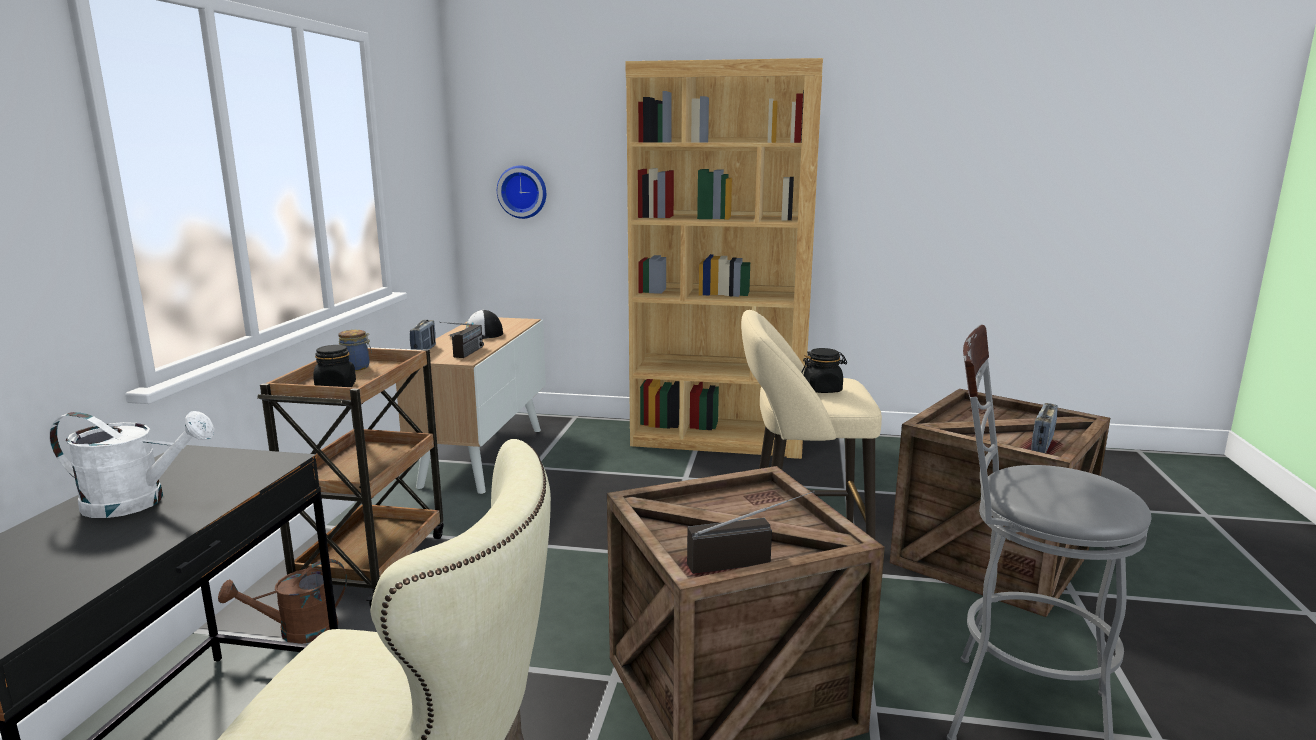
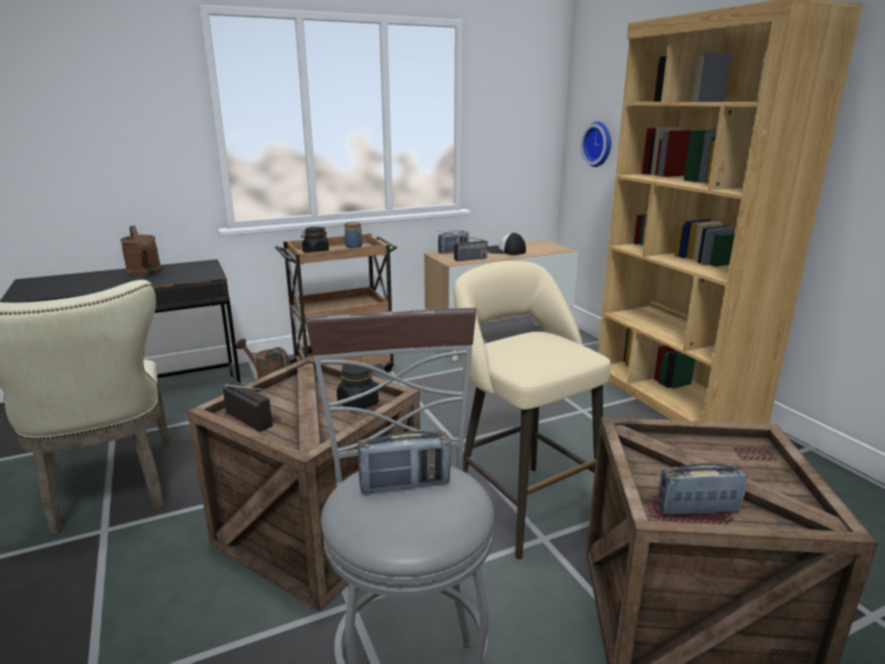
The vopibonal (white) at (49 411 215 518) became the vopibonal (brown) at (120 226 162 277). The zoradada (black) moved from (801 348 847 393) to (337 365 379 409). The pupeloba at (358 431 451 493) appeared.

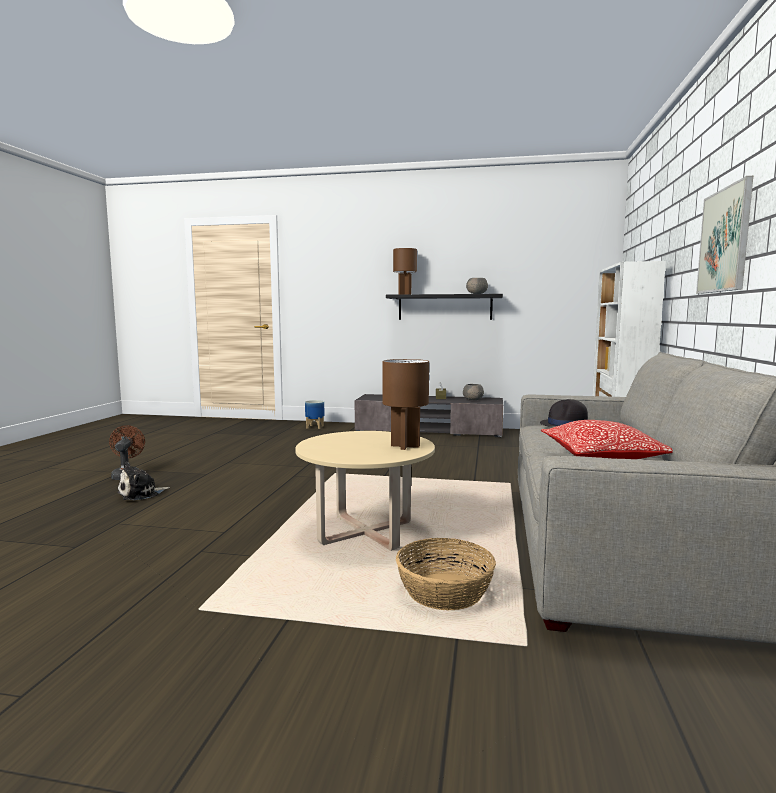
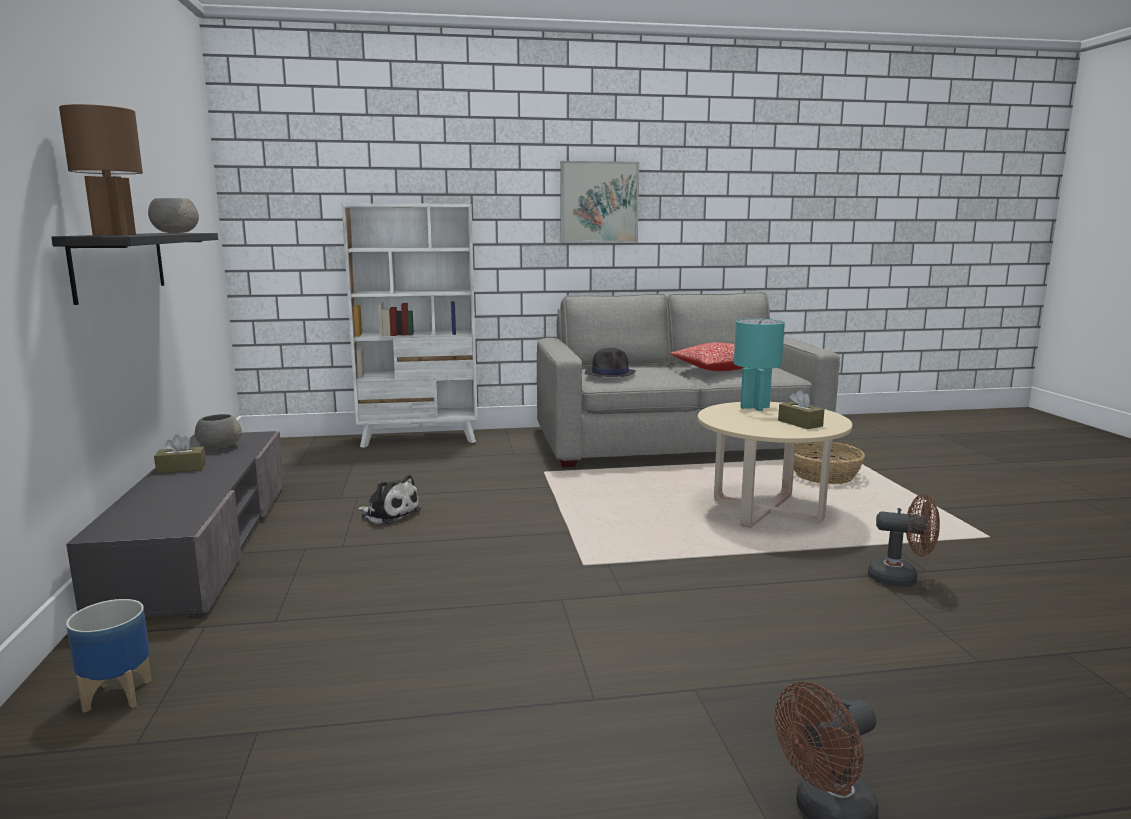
The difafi moved from (117 462 170 500) to (358 475 421 524). The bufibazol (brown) at (382 359 429 450) became the bufibazol (turquoise) at (734 319 785 411). The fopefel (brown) at (778 390 824 429) appeared. The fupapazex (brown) at (868 494 940 587) appeared.

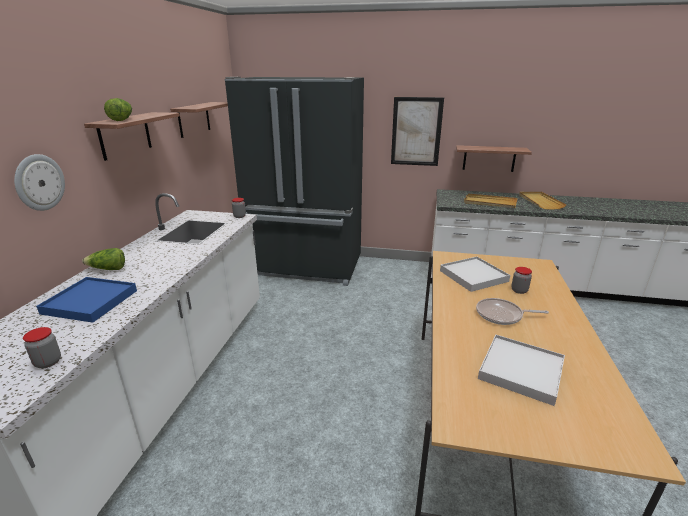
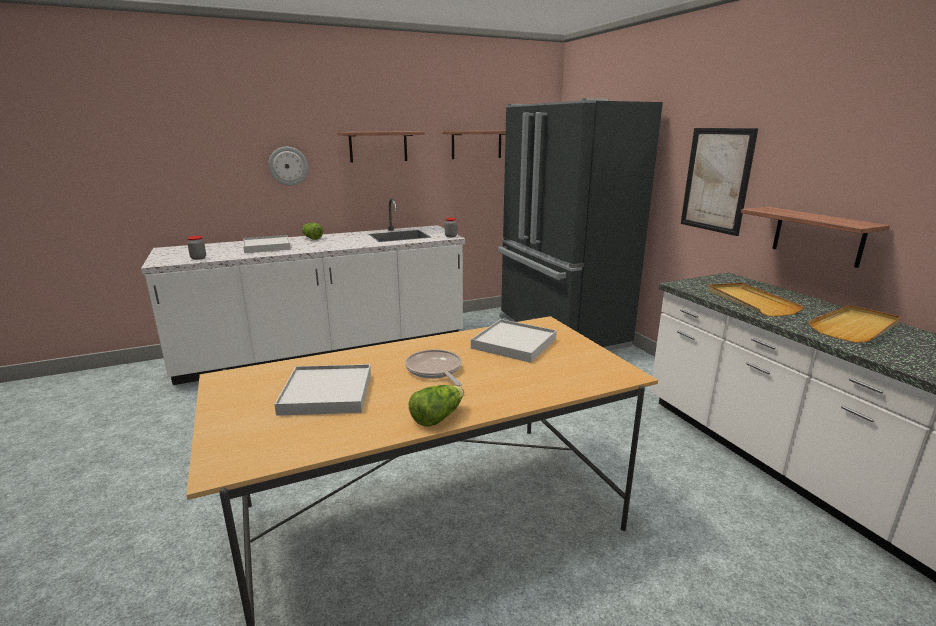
The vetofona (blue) at (36 277 137 323) became the vetofona (white) at (243 235 291 253). The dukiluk moved from (104 98 132 121) to (409 385 464 427). The zoradada at (511 267 532 294) disappeared.

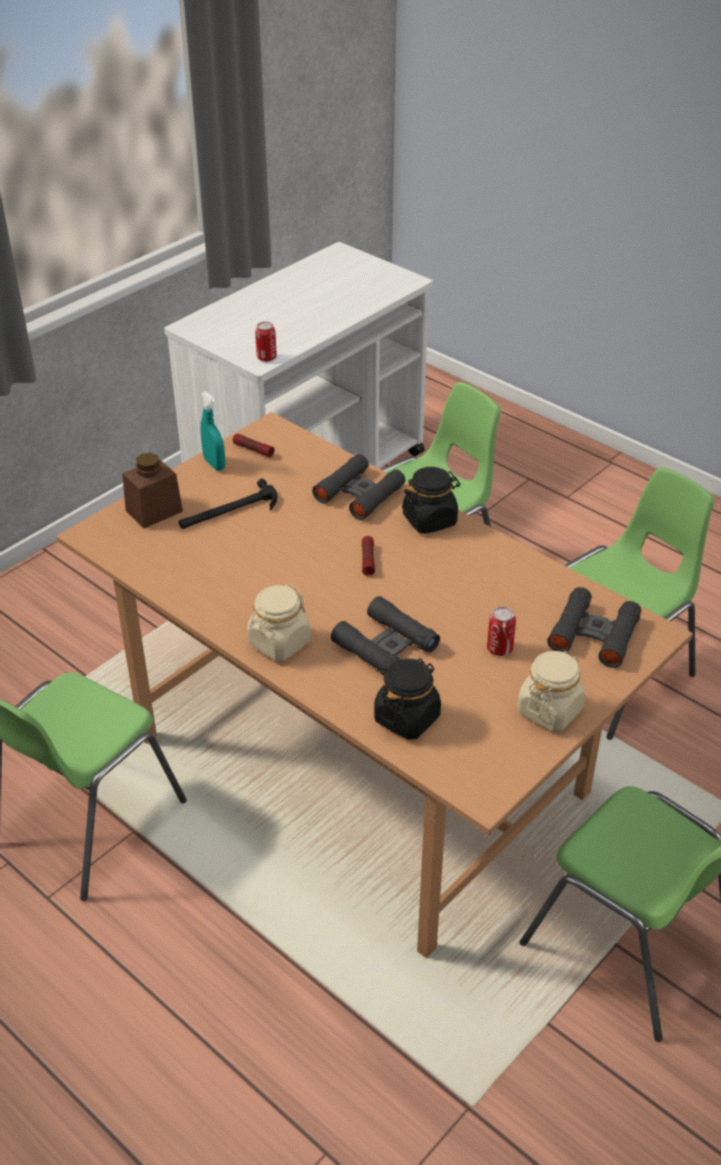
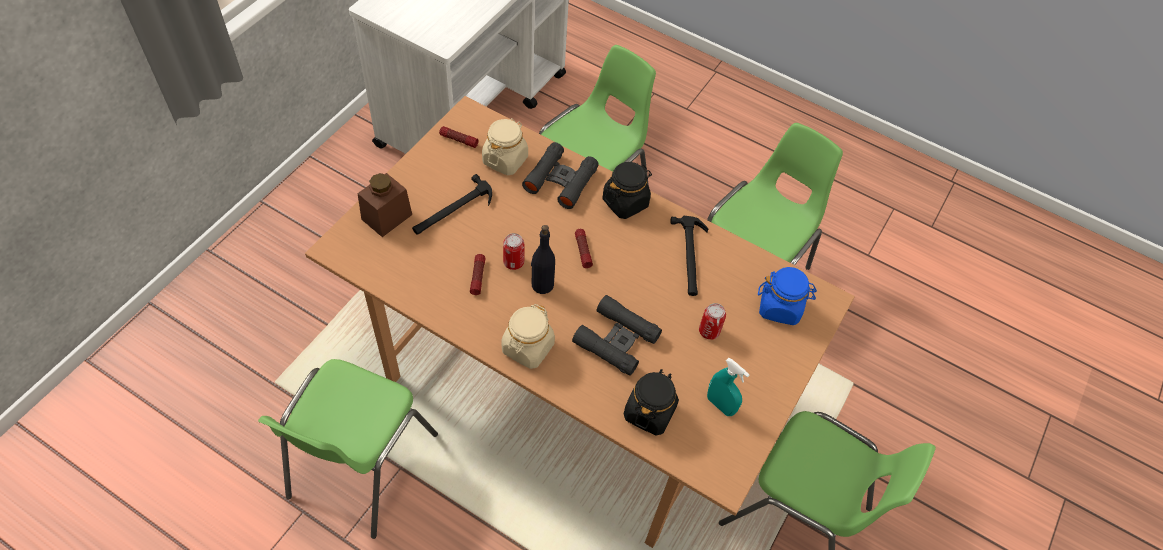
The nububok at (470 254 486 295) appeared. The zoradada (beige) moved from (517 651 585 731) to (482 118 528 175). The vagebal moved from (255 322 277 362) to (503 233 524 270). The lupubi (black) at (531 225 555 294) appeared. The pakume at (671 216 708 296) appeared. The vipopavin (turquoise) moved from (201 391 225 471) to (707 358 750 416). The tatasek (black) at (547 587 641 668) was replaced by the zoradada (blue) at (758 267 817 325).

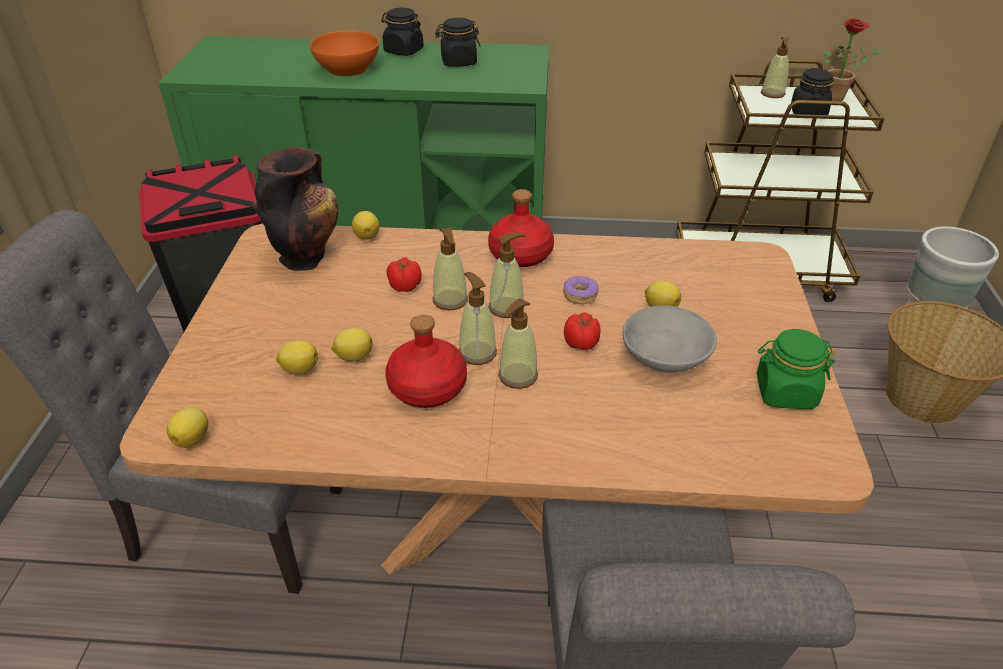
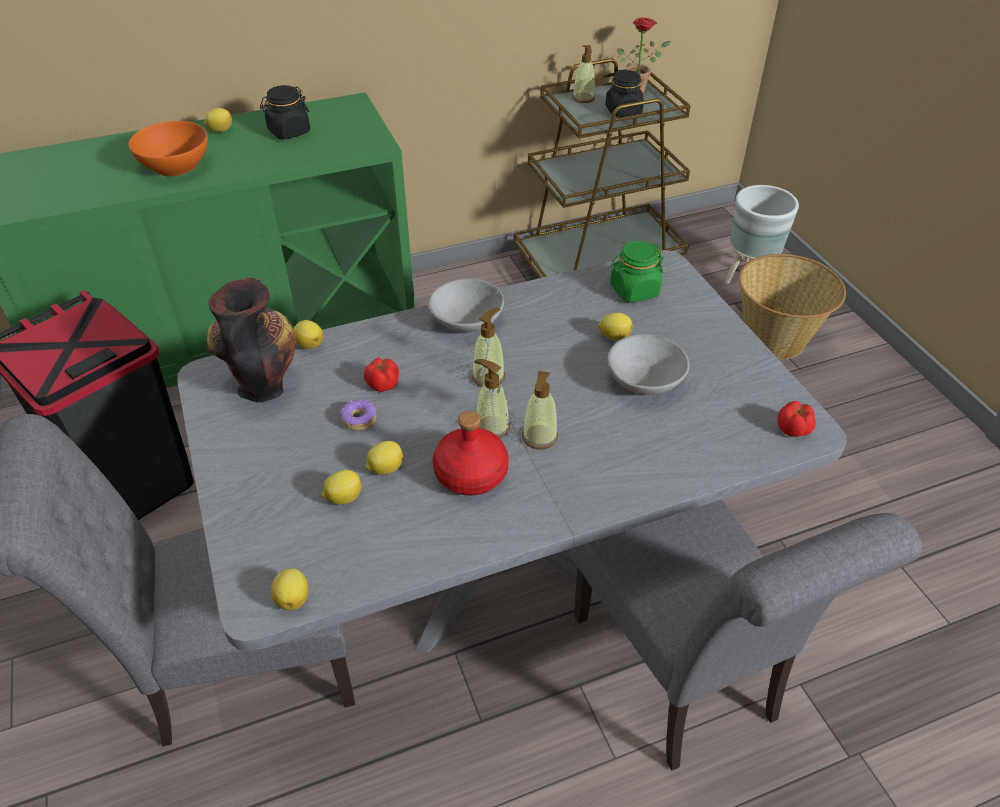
The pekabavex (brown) at (119 224 874 575) became the pekabavex (grey) at (177 250 847 653). The zoradada (black) at (381 8 424 56) was replaced by the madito at (204 108 232 132). The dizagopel moved from (563 276 599 304) to (340 399 376 431). The lupubi (red) at (488 189 554 267) was replaced by the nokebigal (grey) at (428 278 504 332). The zoradada (green) moved from (757 329 835 409) to (610 241 664 303). The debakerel moved from (564 312 600 350) to (777 401 816 437). The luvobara at (433 228 468 311) disappeared.

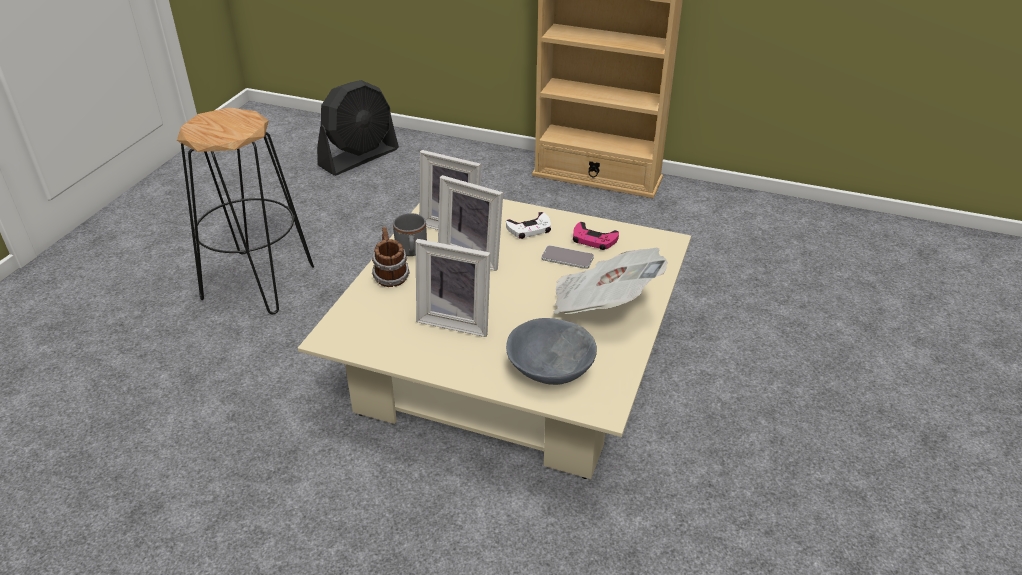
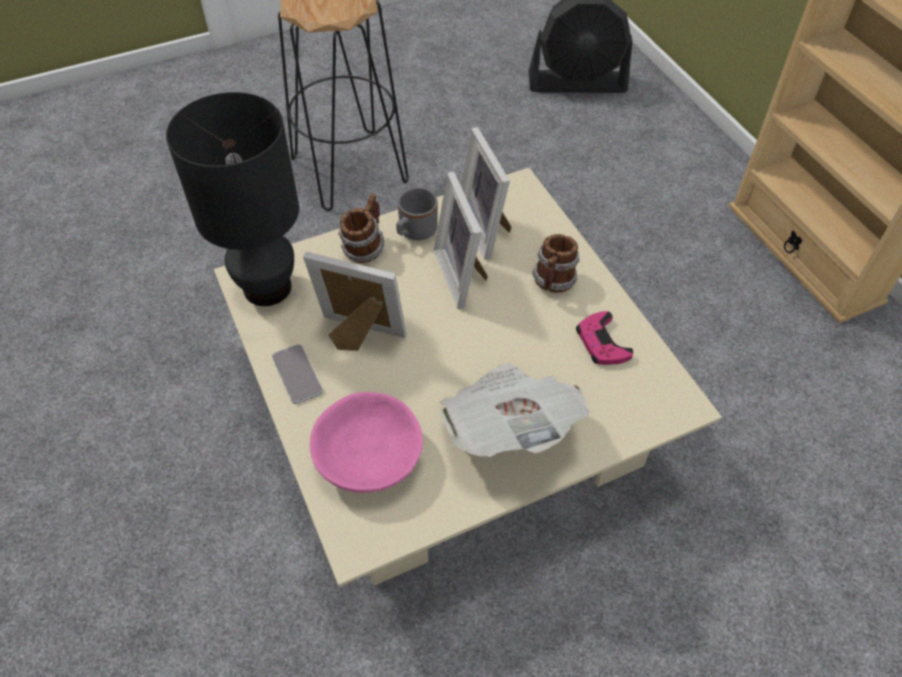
The bufibazol (black) at (166 92 299 306) appeared. The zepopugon moved from (541 245 594 269) to (272 344 323 404). The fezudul at (415 239 491 337) turned 135 degrees clockwise. The nokebigal (grey) at (506 318 597 385) became the nokebigal (pink) at (310 392 423 493). The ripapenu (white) at (506 212 551 239) was replaced by the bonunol at (532 234 580 293).

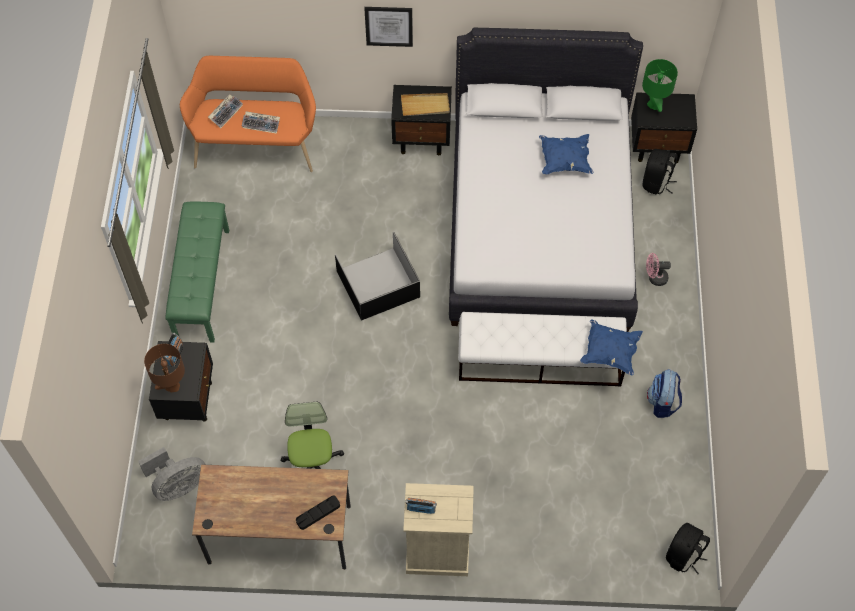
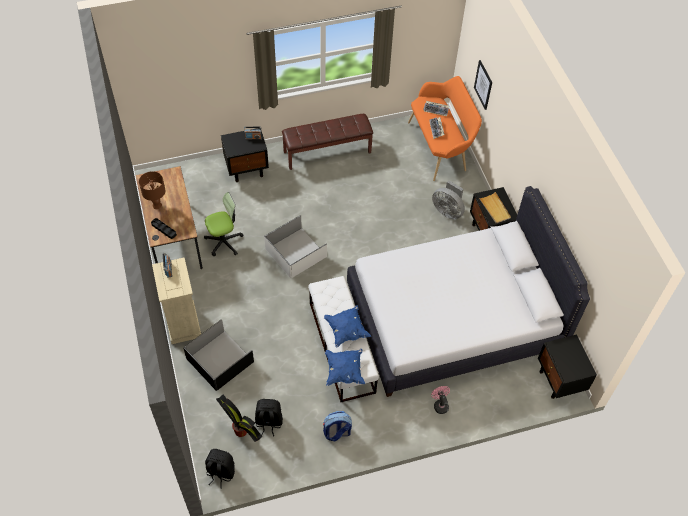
The bufibazol (brown) moved from (144 344 185 392) to (139 171 165 209). The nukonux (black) moved from (335 232 420 321) to (183 319 254 391). The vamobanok at (216 394 262 442) appeared. The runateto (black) moved from (643 149 678 194) to (255 399 283 437). The nukonux (white) at (264 215 327 278) appeared. The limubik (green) at (165 201 229 343) became the limubik (brown) at (282 114 373 170). The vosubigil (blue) moved from (539 134 593 174) to (324 305 371 347). The fupapazex (grey) moved from (138 447 206 501) to (432 180 465 219). The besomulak moved from (364 7 413 47) to (474 60 492 110). The bufibazol (green) at (642 59 678 112) disappeared.

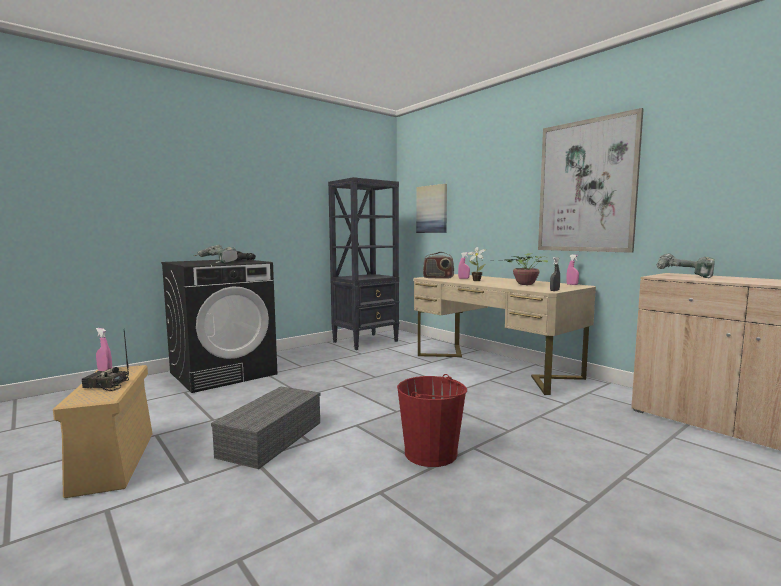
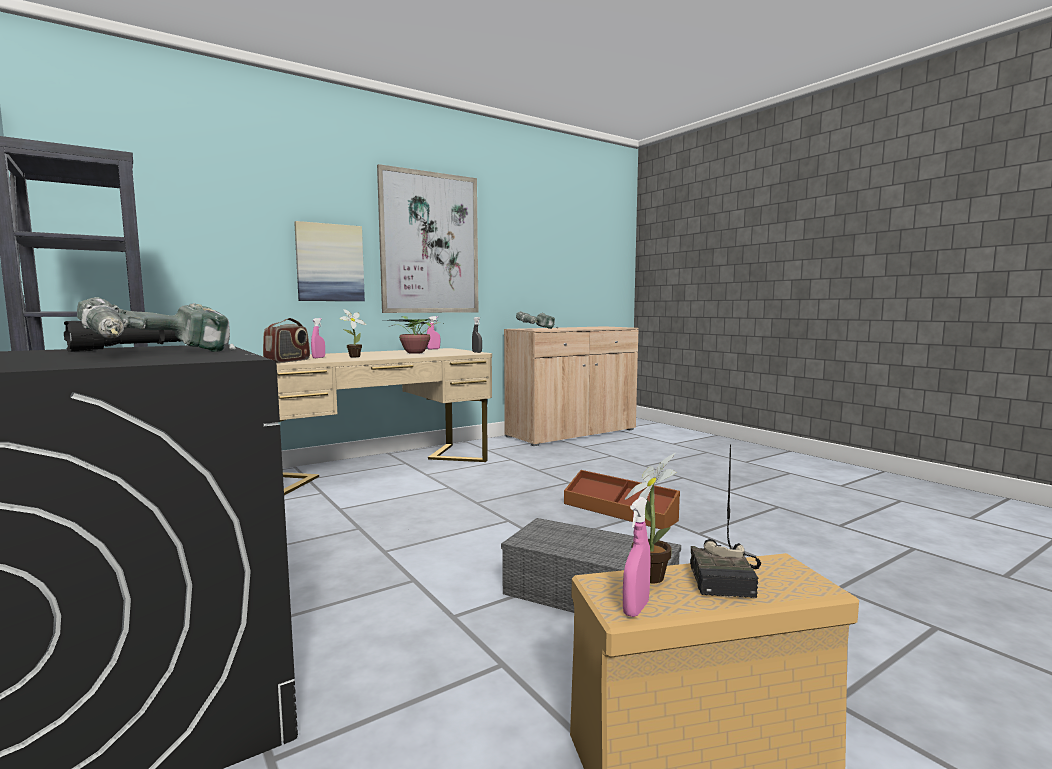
The besomulak moved from (416 184 447 233) to (294 221 365 301). The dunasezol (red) at (397 374 467 467) was replaced by the nukonux (brown) at (564 470 680 529). The vamobanok at (625 453 676 583) appeared.

